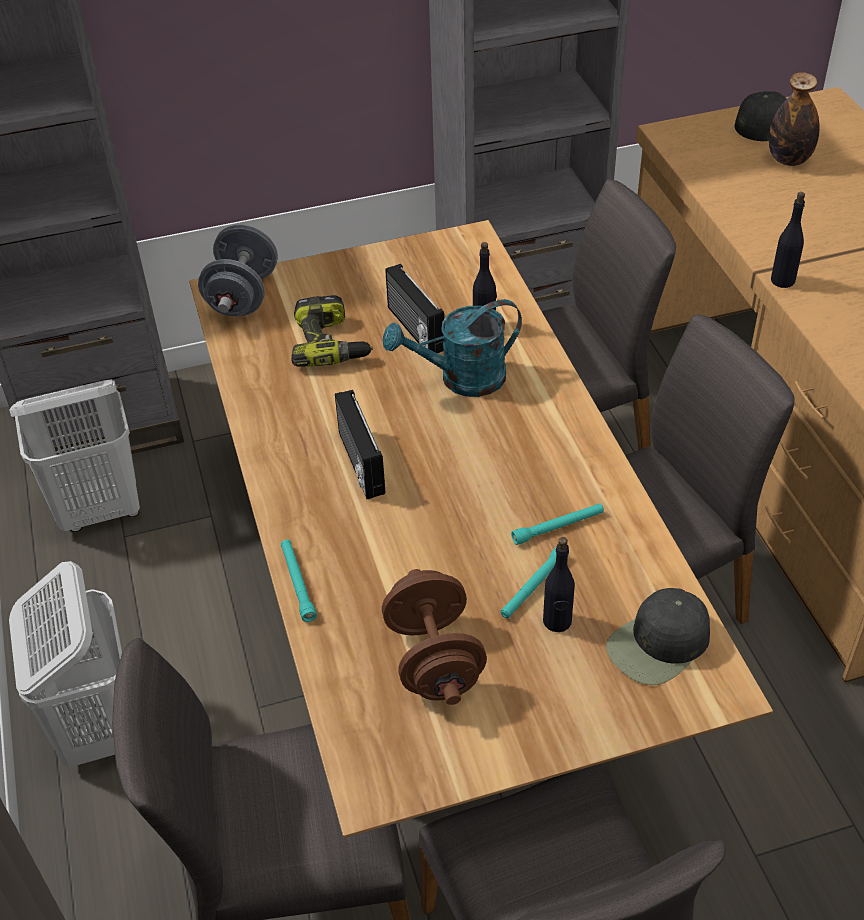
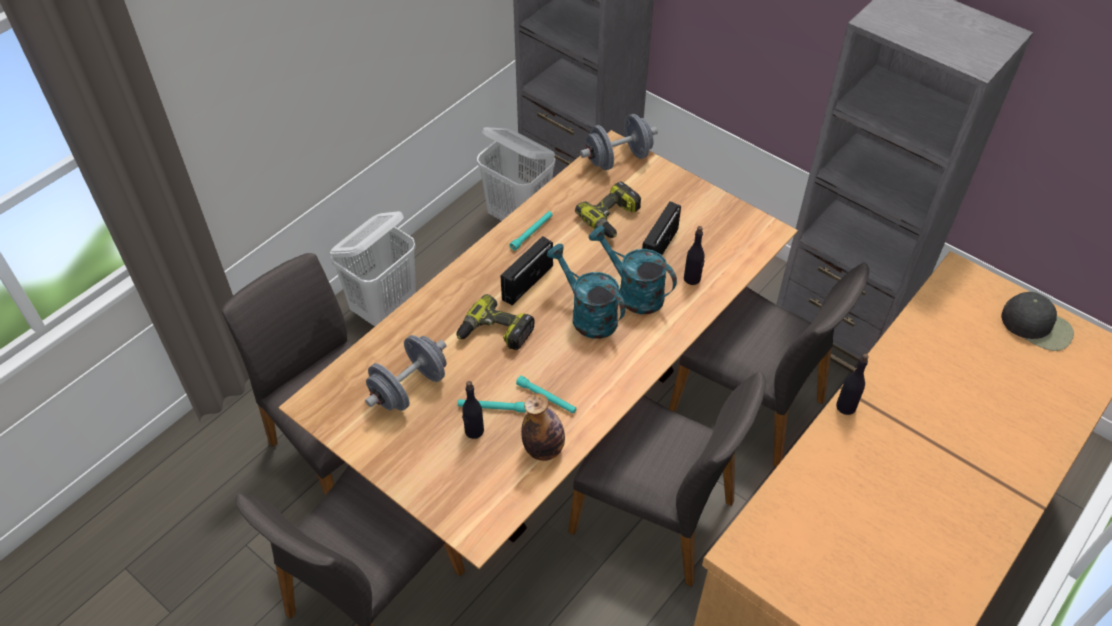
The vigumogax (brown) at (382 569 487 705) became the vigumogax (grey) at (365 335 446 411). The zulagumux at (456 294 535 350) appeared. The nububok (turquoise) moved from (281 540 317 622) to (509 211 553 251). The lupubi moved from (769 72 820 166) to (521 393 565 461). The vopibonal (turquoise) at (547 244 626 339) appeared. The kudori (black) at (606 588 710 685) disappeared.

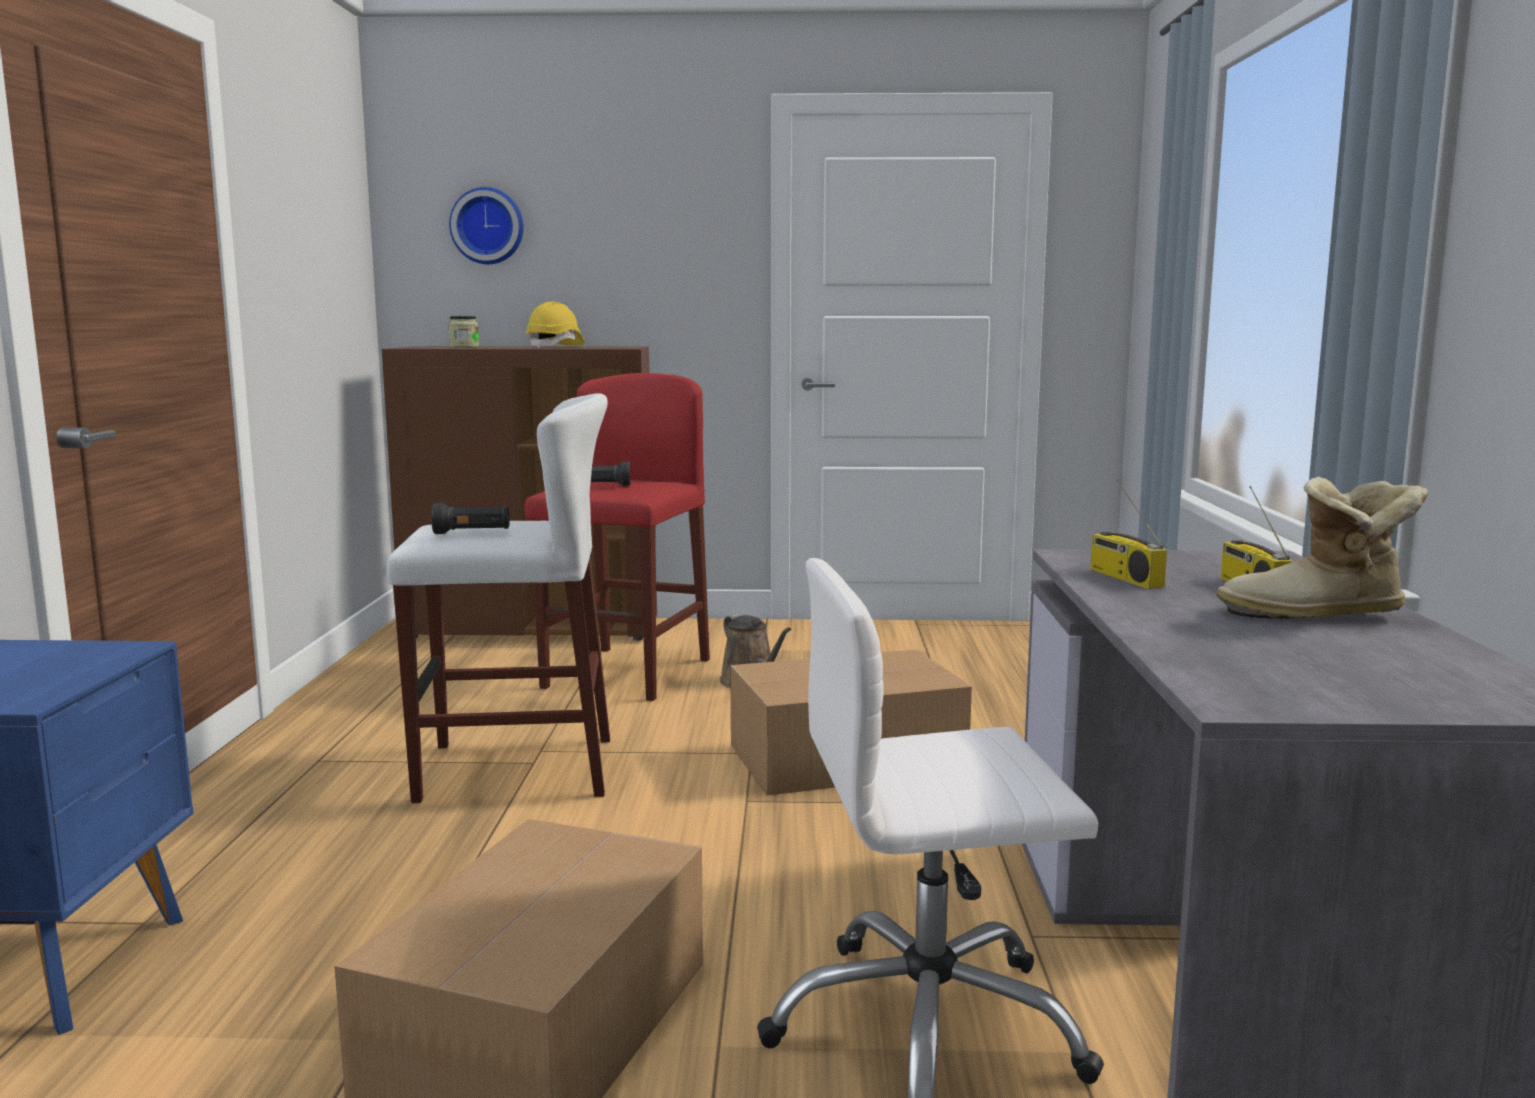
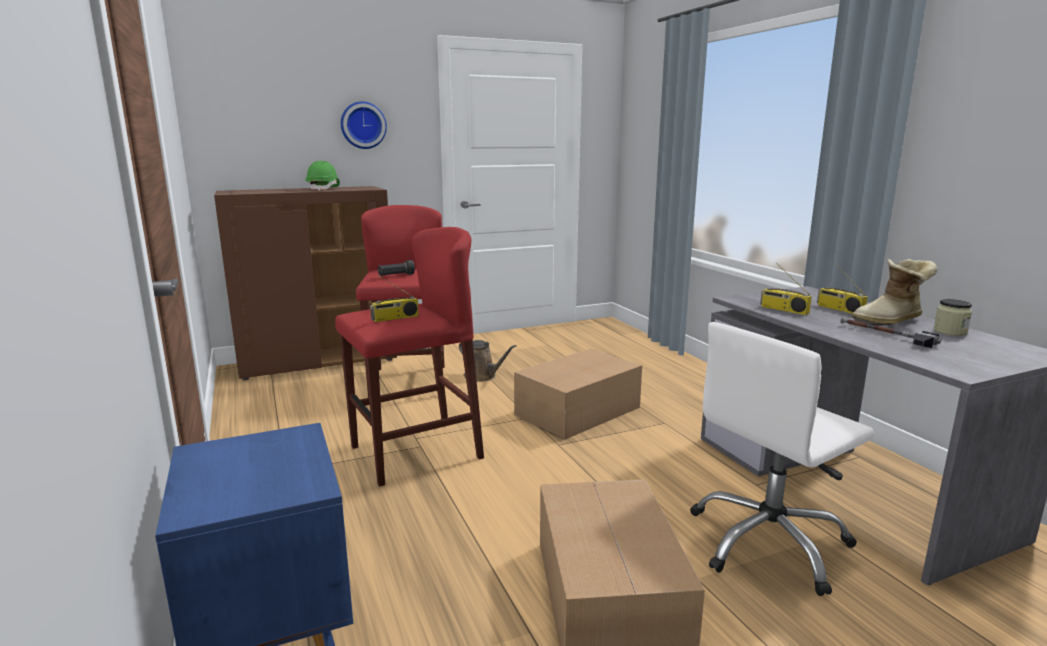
The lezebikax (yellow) at (526 302 585 348) became the lezebikax (green) at (305 161 340 191). The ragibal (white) at (387 393 610 803) became the ragibal (red) at (335 227 484 487). The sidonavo moved from (449 187 523 264) to (341 101 387 149). The nububok (black) at (431 503 510 534) was replaced by the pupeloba at (370 275 419 322). The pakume at (840 317 941 348) appeared. The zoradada moved from (448 316 479 348) to (934 299 972 336).

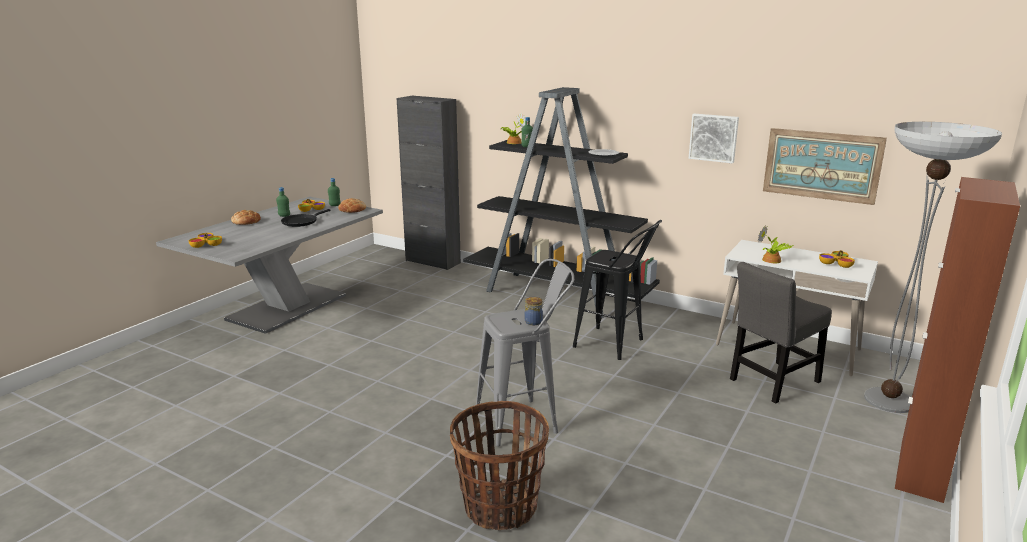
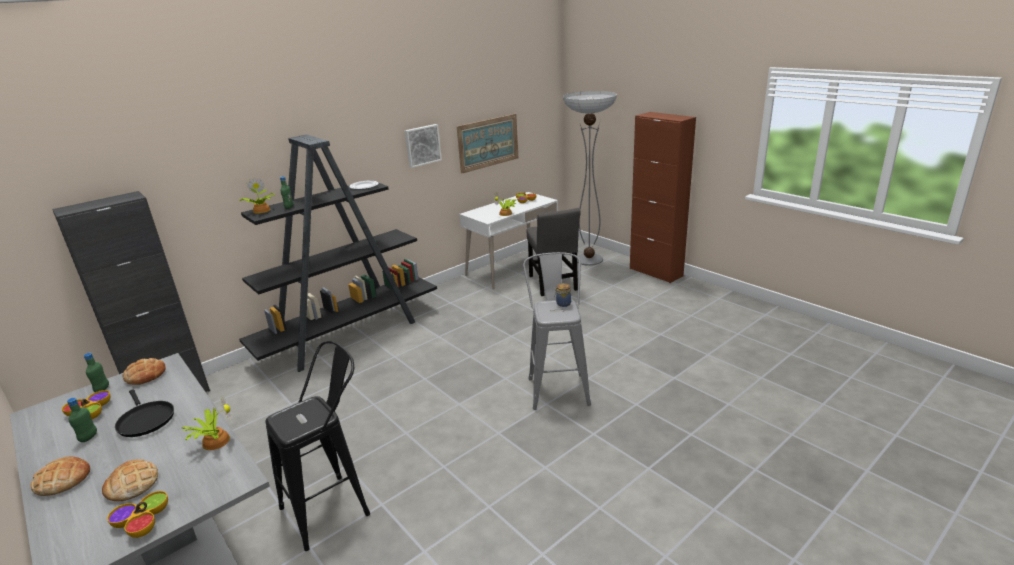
The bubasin at (102 459 158 501) appeared. The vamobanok at (182 396 232 450) appeared. The ragibal (black) moved from (573 220 662 360) to (266 341 370 551). The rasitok at (450 401 549 530) disappeared.

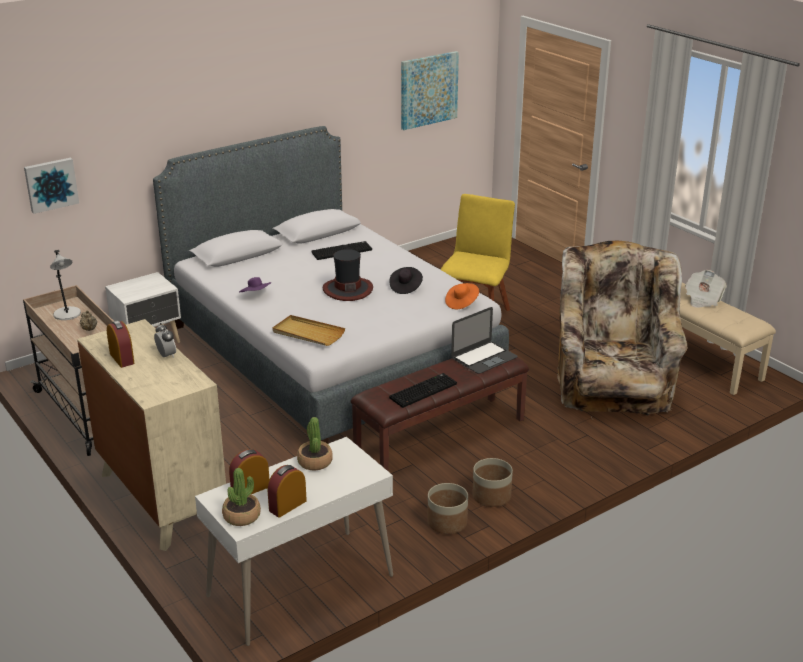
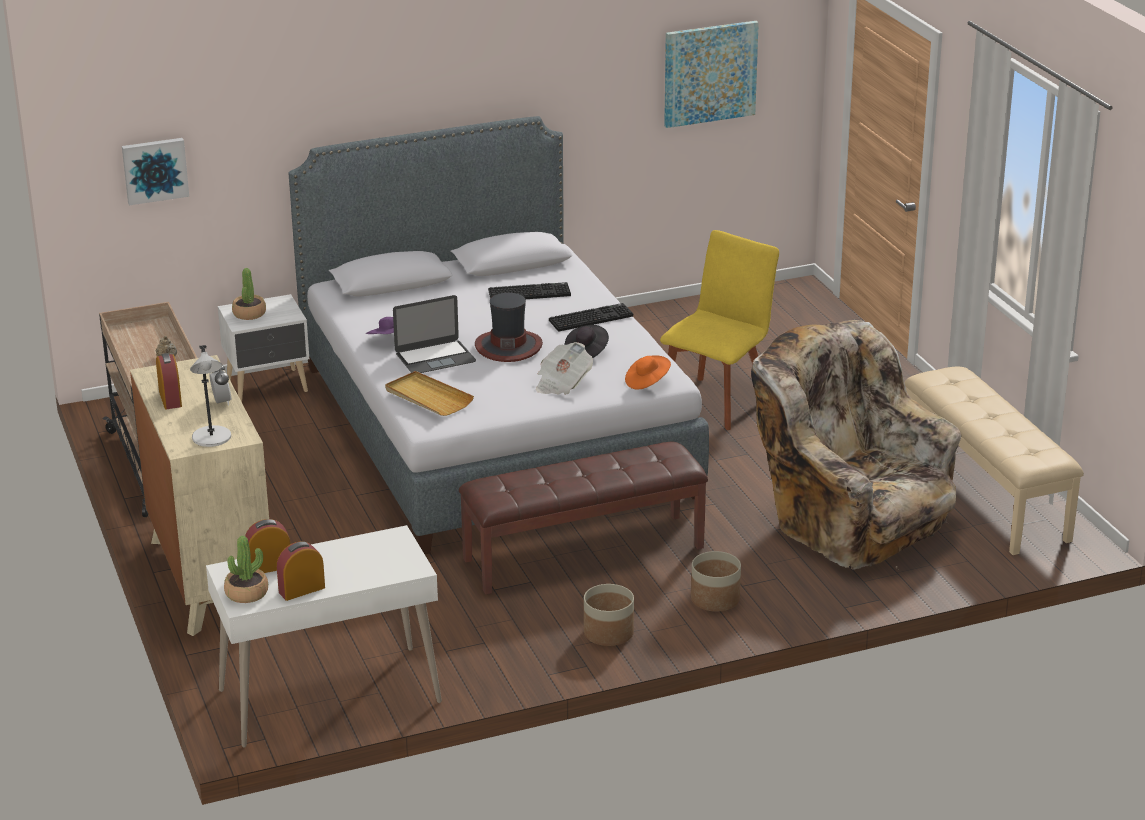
The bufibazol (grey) moved from (50 250 81 320) to (190 345 231 447). The vamobanok moved from (297 417 333 470) to (232 268 266 320). The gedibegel moved from (451 307 518 374) to (393 295 476 373). The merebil moved from (685 270 727 308) to (536 342 593 395). The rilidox moved from (389 373 457 408) to (549 303 633 332). The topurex moved from (427 483 468 534) to (691 551 741 612). The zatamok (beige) at (557 241 688 418) turned 60 degrees counterclockwise.

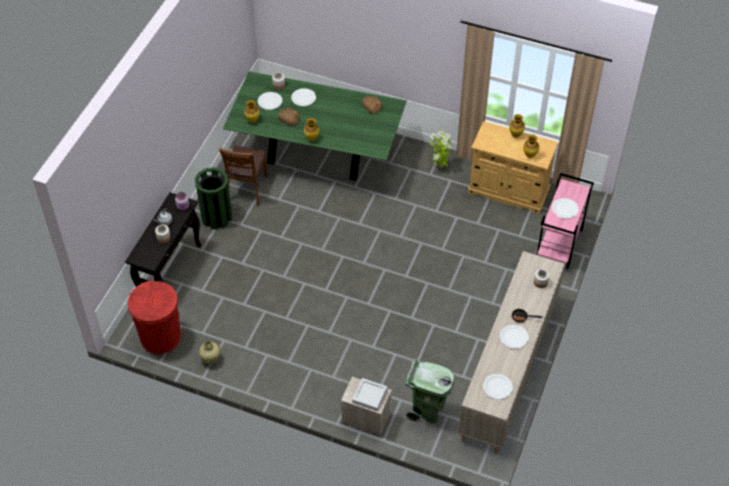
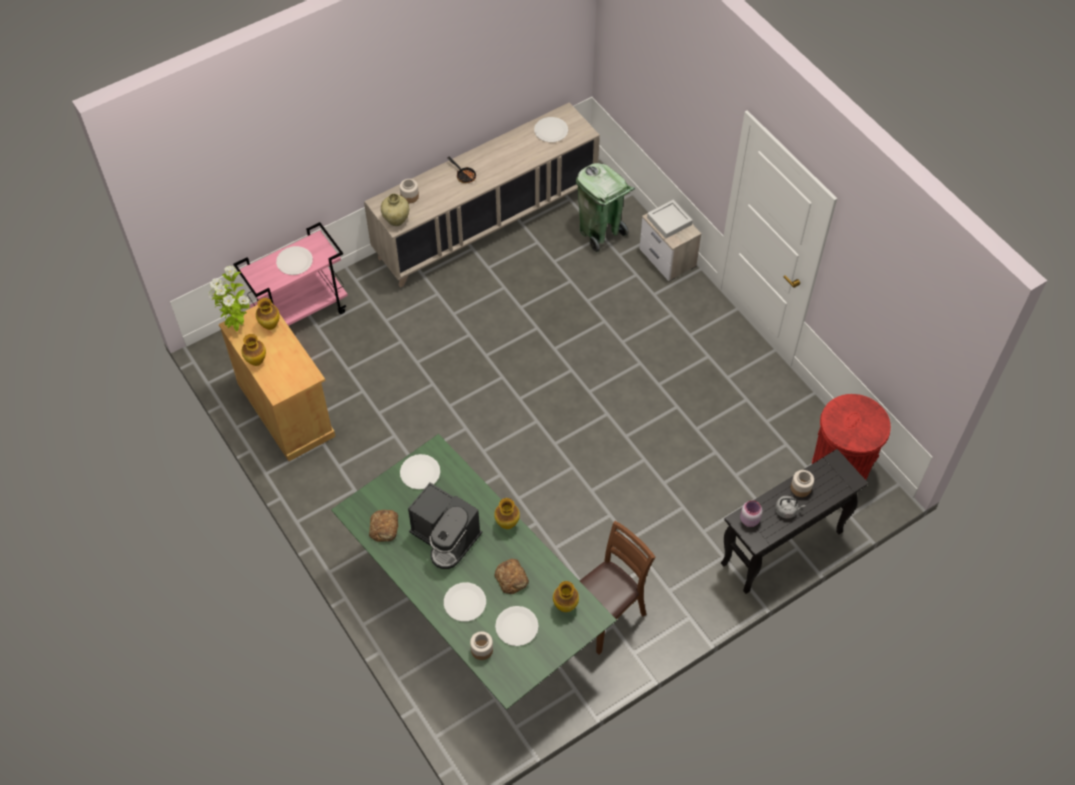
The vamobanok moved from (429 131 452 168) to (208 266 250 331). The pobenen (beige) moved from (199 341 221 365) to (381 194 409 226). The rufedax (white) moved from (500 325 529 349) to (400 454 440 490). The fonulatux at (408 483 482 569) appeared. The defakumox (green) at (195 167 232 230) disappeared.

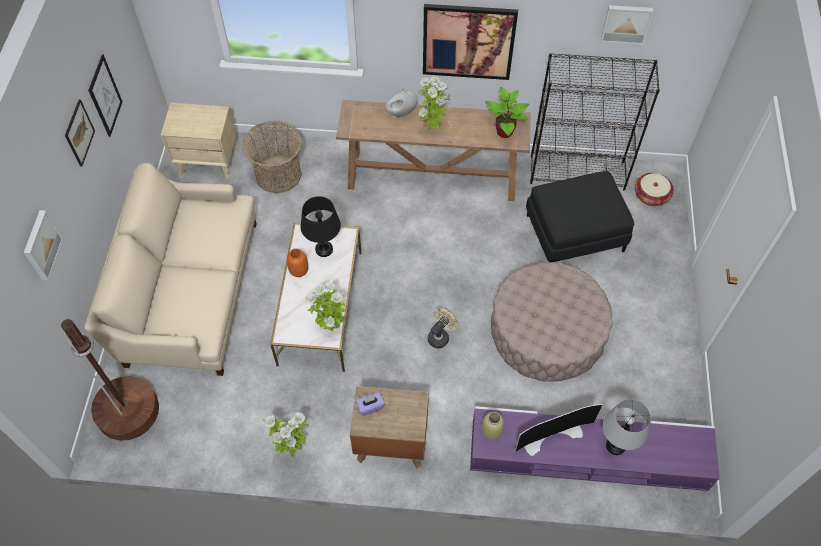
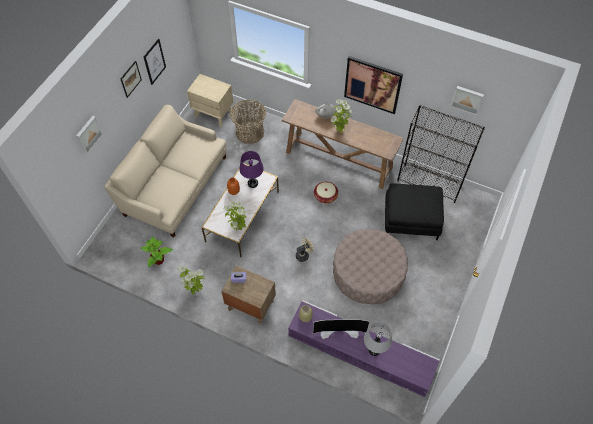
The vamobanok moved from (485 87 529 138) to (141 236 173 267). The bufibazol (black) at (300 196 341 257) became the bufibazol (purple) at (239 151 264 188). The rasitok moved from (635 173 674 206) to (314 182 338 203). The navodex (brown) at (61 319 159 441) disappeared.

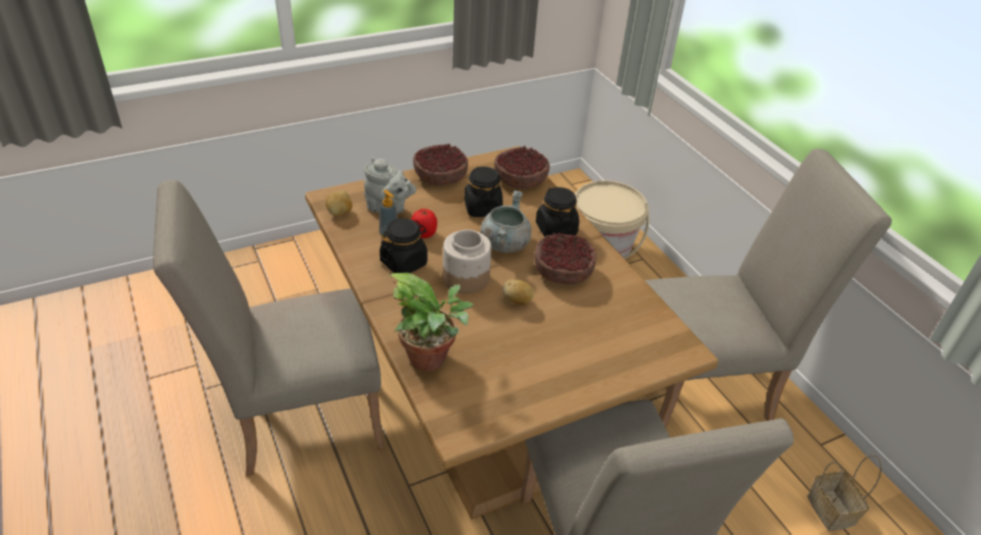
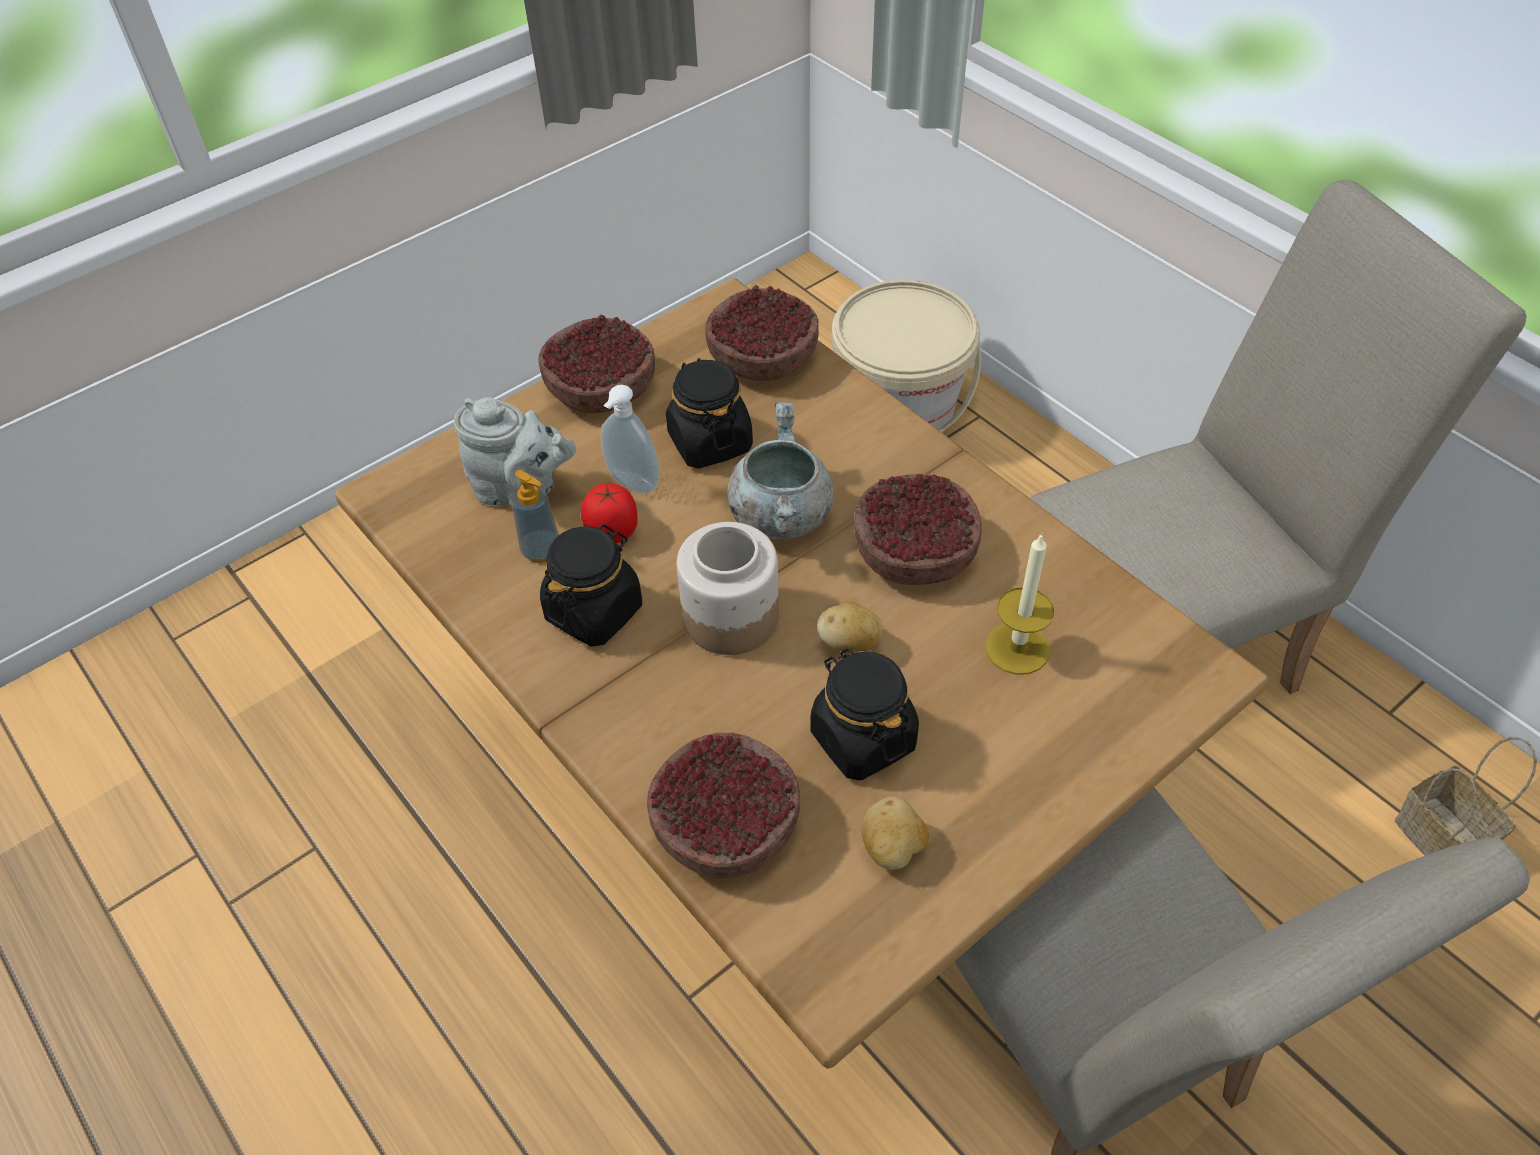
The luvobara at (601 385 660 494) appeared. The vamobanok at (388 273 474 371) was replaced by the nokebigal at (647 733 800 878). The zoradada (black) moved from (536 187 579 237) to (810 648 919 780). The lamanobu moved from (326 191 352 216) to (862 797 929 870). The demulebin at (985 533 1055 675) appeared. The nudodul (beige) at (153 180 385 476) disappeared.

